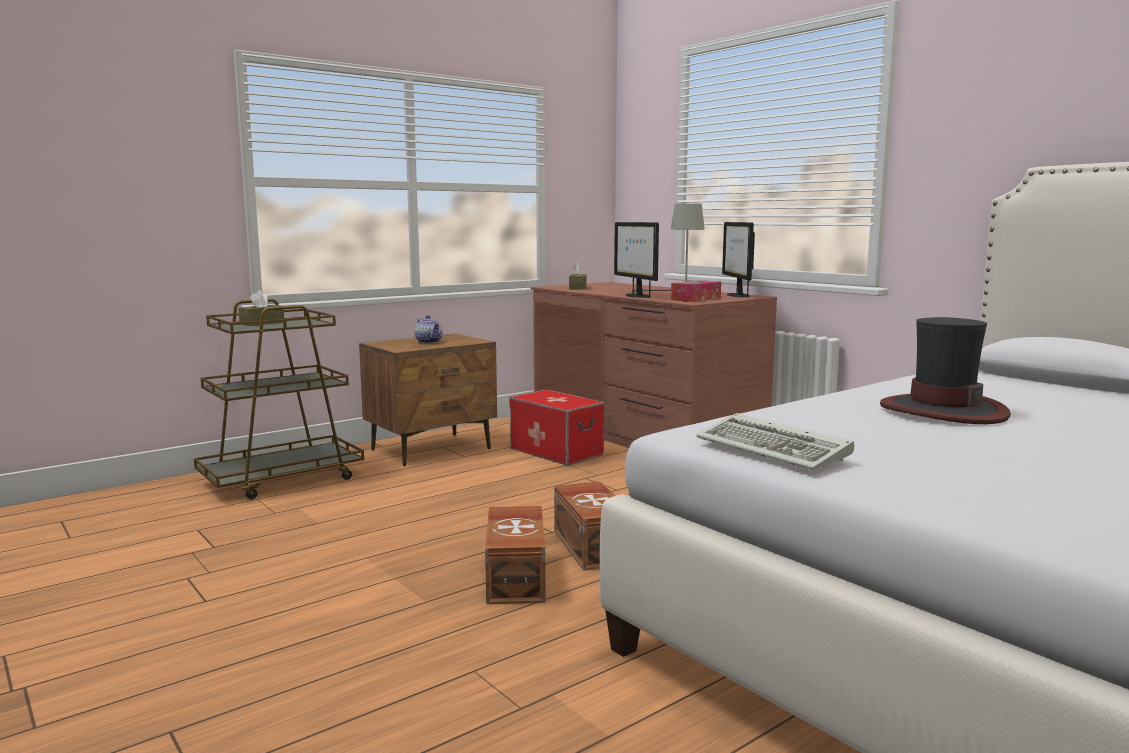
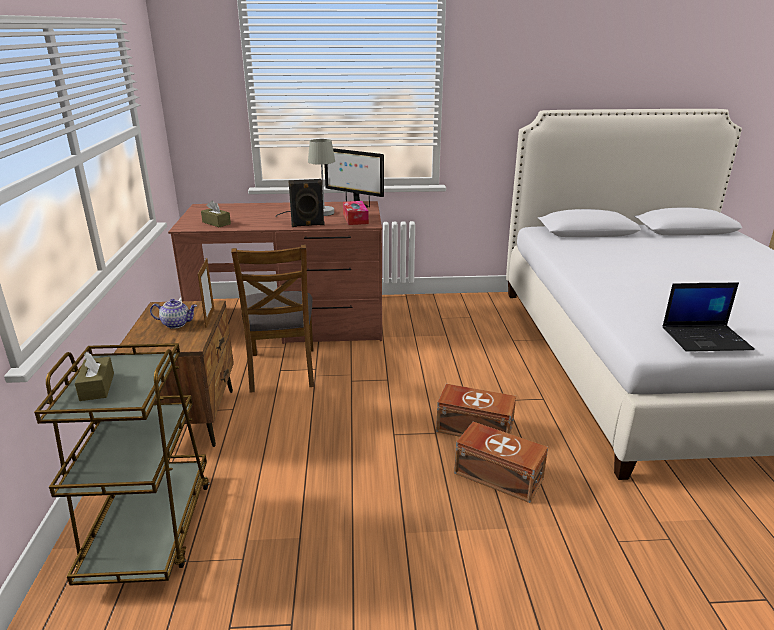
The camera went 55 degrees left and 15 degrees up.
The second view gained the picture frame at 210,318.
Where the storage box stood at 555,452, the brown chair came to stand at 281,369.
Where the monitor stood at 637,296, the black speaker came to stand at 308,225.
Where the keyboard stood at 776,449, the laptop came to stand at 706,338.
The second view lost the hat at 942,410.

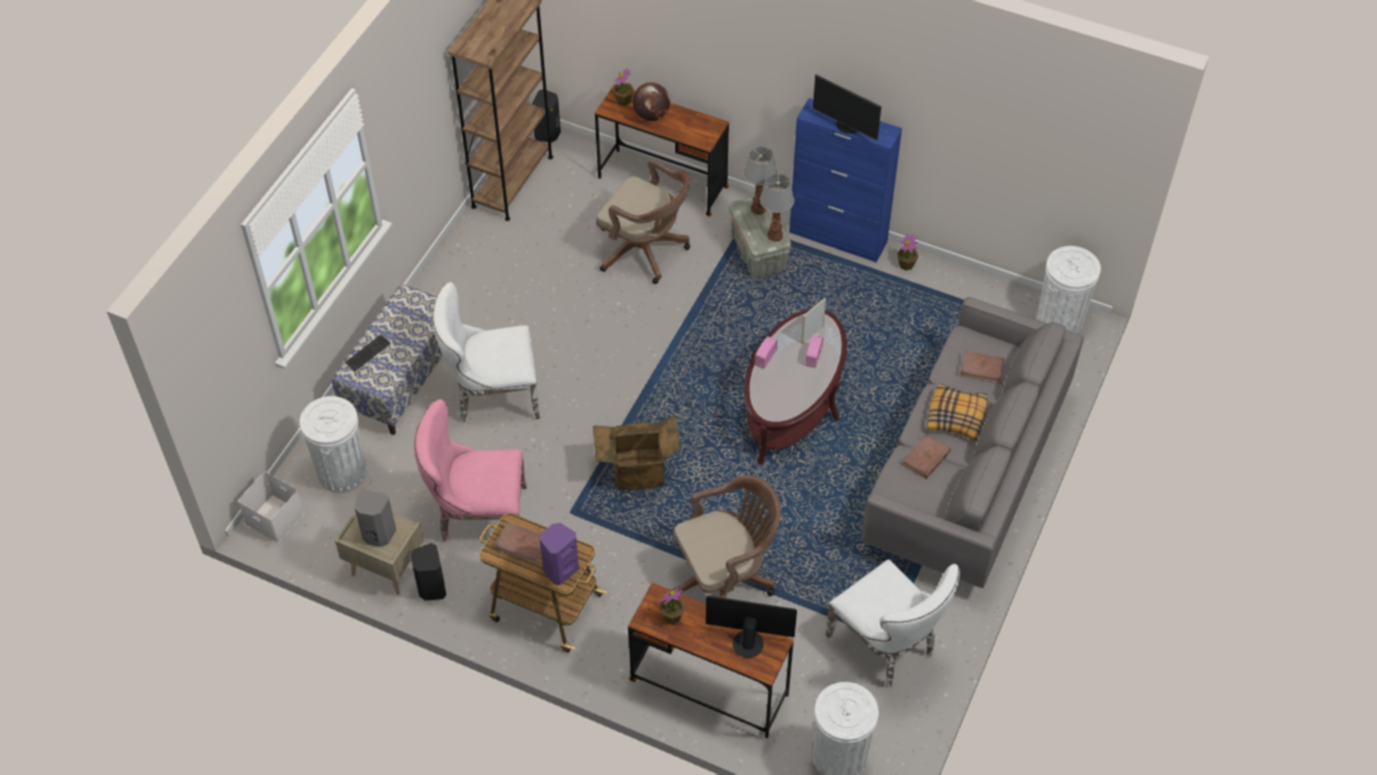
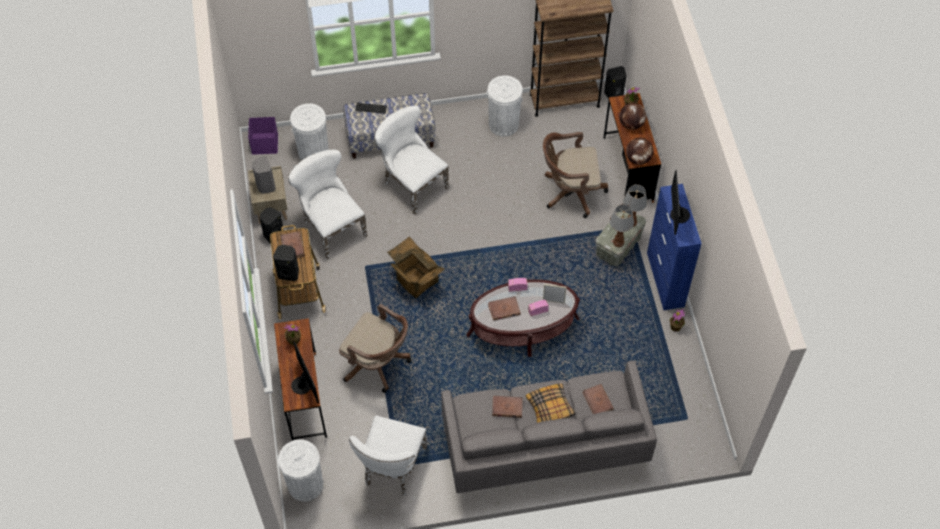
The camera went 55 degrees right and 5 degrees up.
What was the white storage box at 273,519 turned into the purple storage box at 264,143.
What was the purple speaker at 560,569 turned into the black speaker at 289,273.
What was the pink chair at 477,517 turned into the white chair at 331,227.
The white trash can ended up elsewhere, having gone from 1059,321 to 503,124.
The second view gained the brown book at 504,309.
The brown office chair at 645,251 ended up facing another way, 90 degrees clockwise from before.
The second view gained the globe at 638,159.

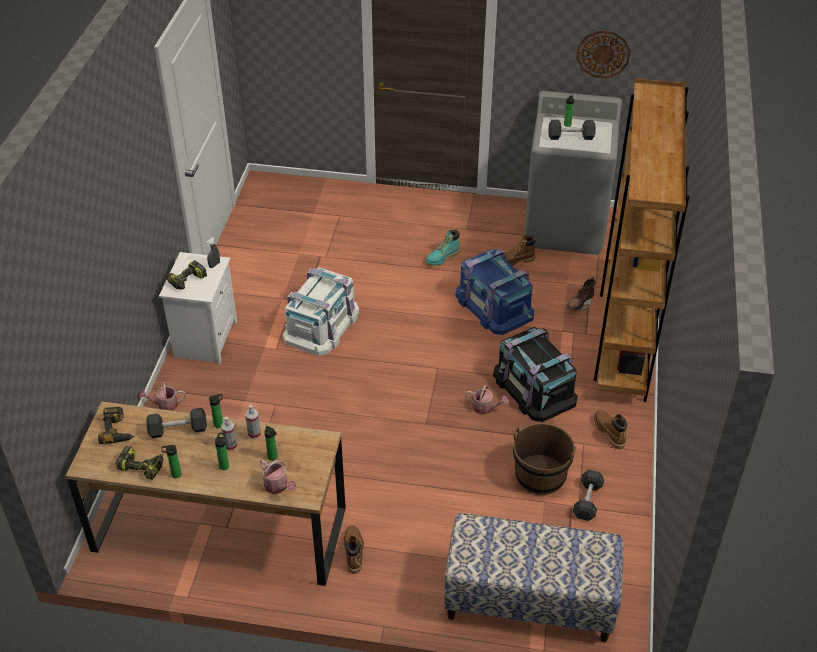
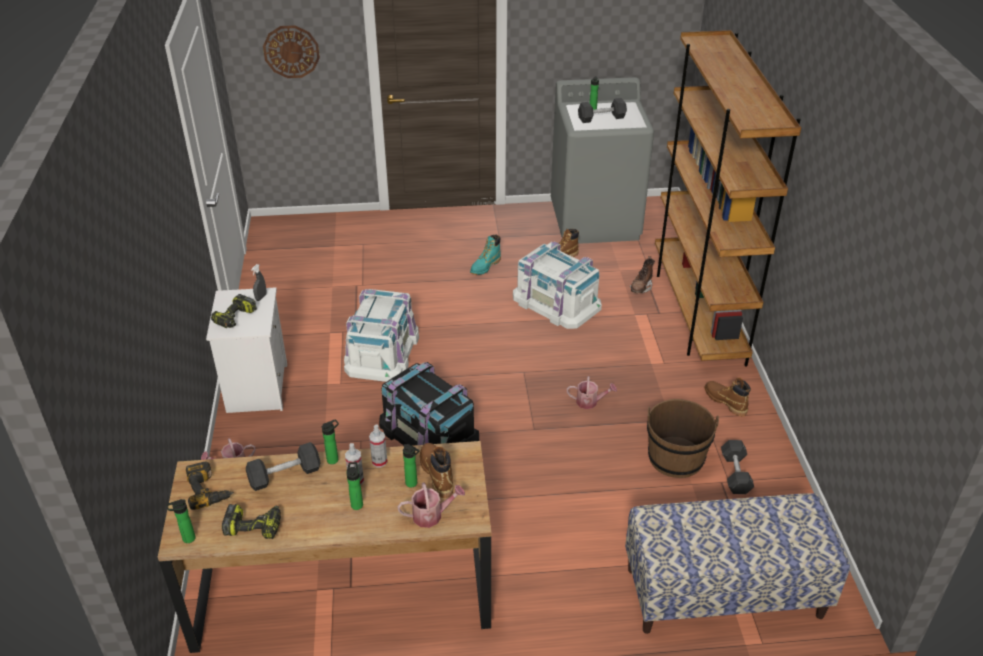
The camera went 15 degrees left and 5 degrees down.
The bottle ended up elsewhere, having gone from 174,474 to 187,539.
The wall clock ended up elsewhere, having gone from 603,54 to 291,51.
The black storage box ended up elsewhere, having gone from 534,387 to 428,432.
The watering can at 278,487 ended up facing another way, 45 degrees counterclockwise from before.
The brown boot ended up elsewhere, having gone from 353,551 to 437,474.
What was the blue storage box at 494,305 turned into the white storage box at 557,302.

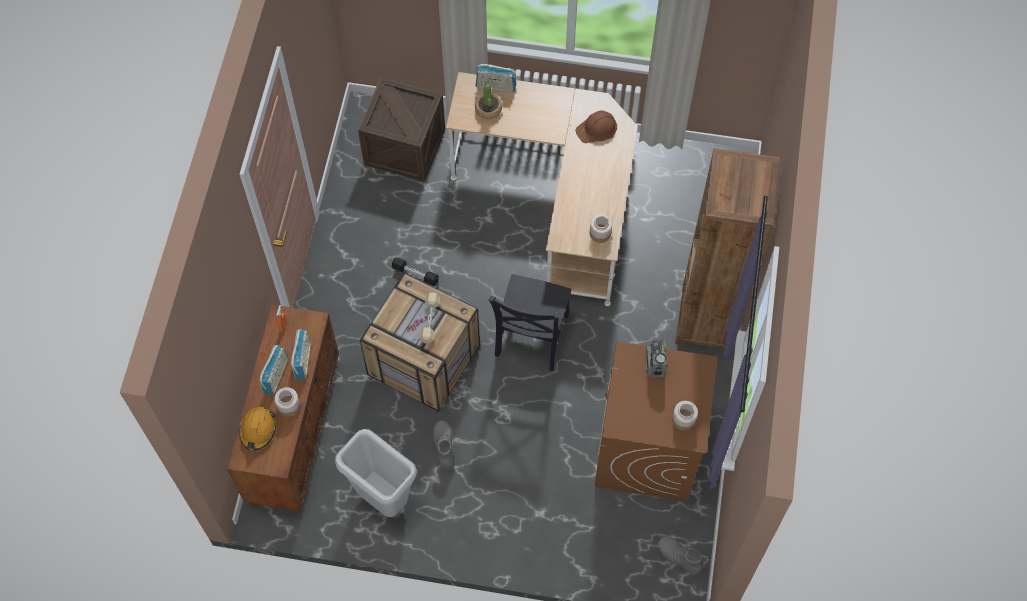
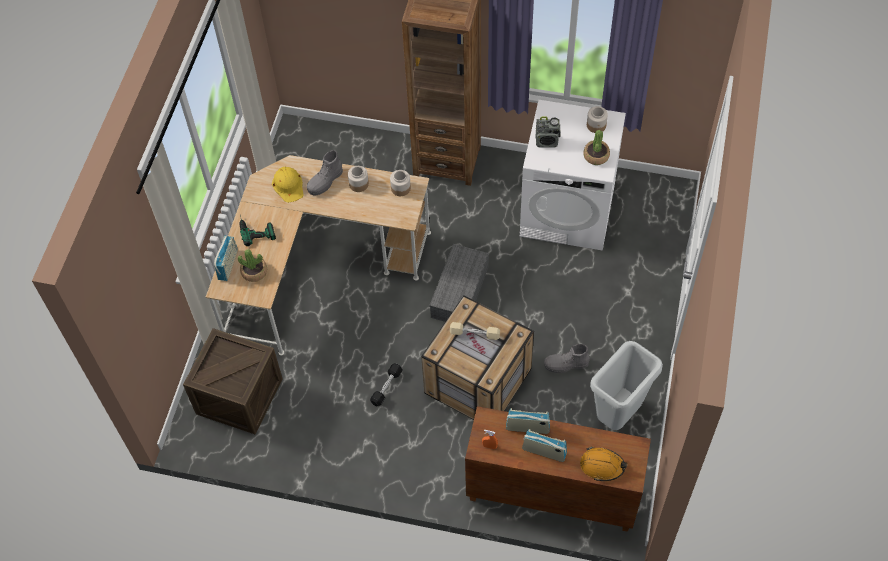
The camera went 85 degrees left and 5 degrees down.
The second view gained the power drill at 256,228.
What was the brown hard hat at 597,128 turned into the yellow hard hat at 288,185.
The grey boot ended up elsewhere, having gone from 679,557 to 325,181.
The jar ended up elsewhere, having gone from 288,405 to 358,184.
Where the black chair stood at 530,338, the grey storage box came to stand at 460,293.
What was the brown washing machine at 647,449 turned into the white washing machine at 568,211.
The second view gained the potted plant at 596,156.

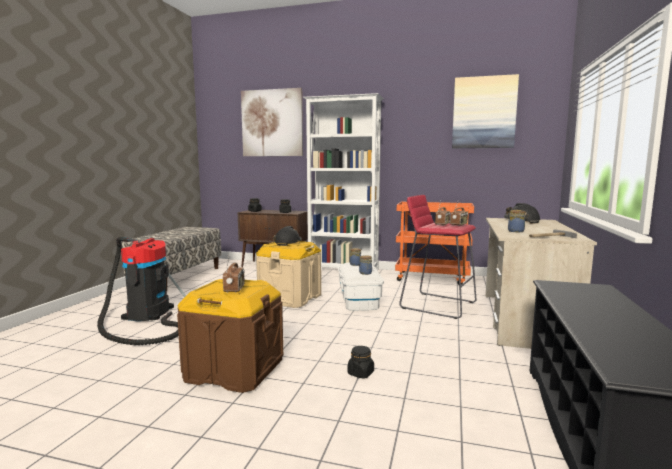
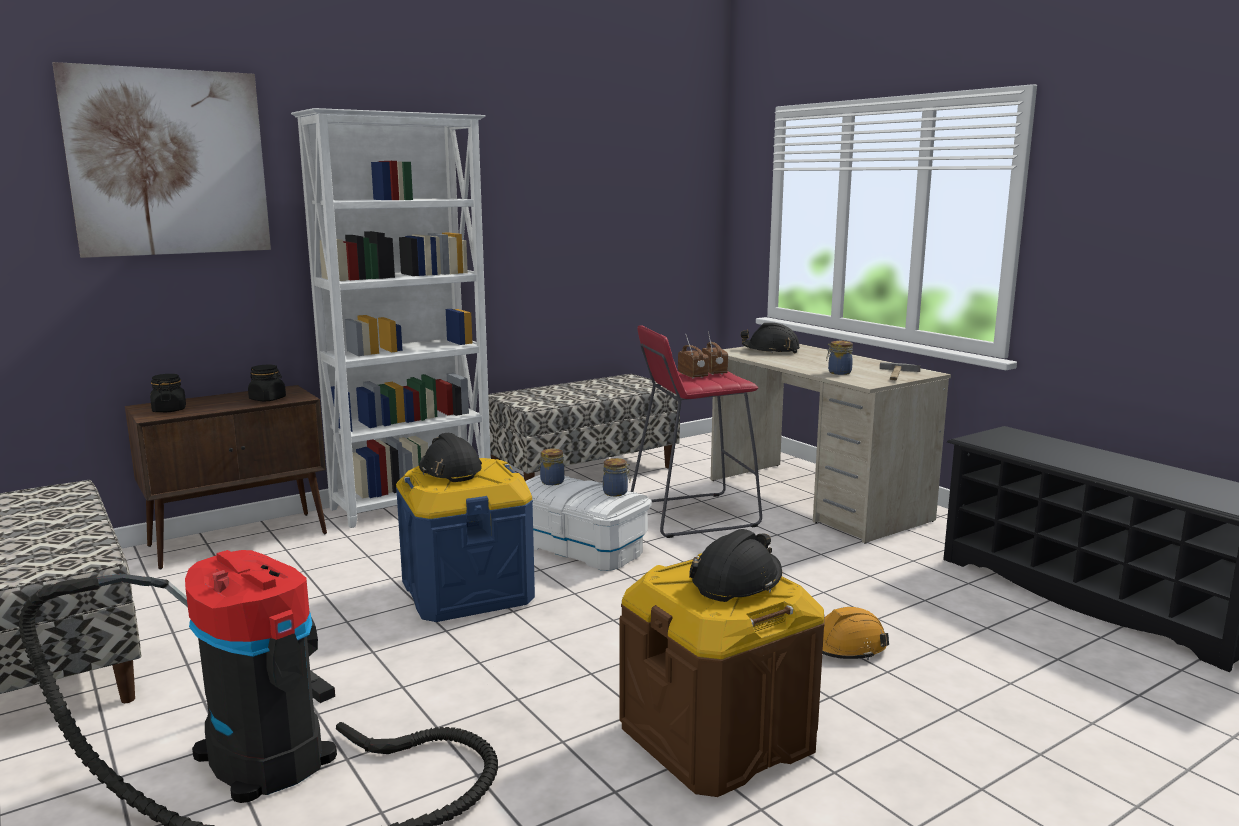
The camera went 50 degrees left and 5 degrees up.
What was the beige storage box at 289,298 turned into the blue storage box at 467,592.
Where the orange cart stood at 432,278, the bench came to stand at 584,472.
Where the radio stood at 234,289, the black hard hat came to stand at 737,582.
Where the black jar stood at 360,373, the orange hard hat came to stand at 845,648.
The second view lost the picture at 484,112.

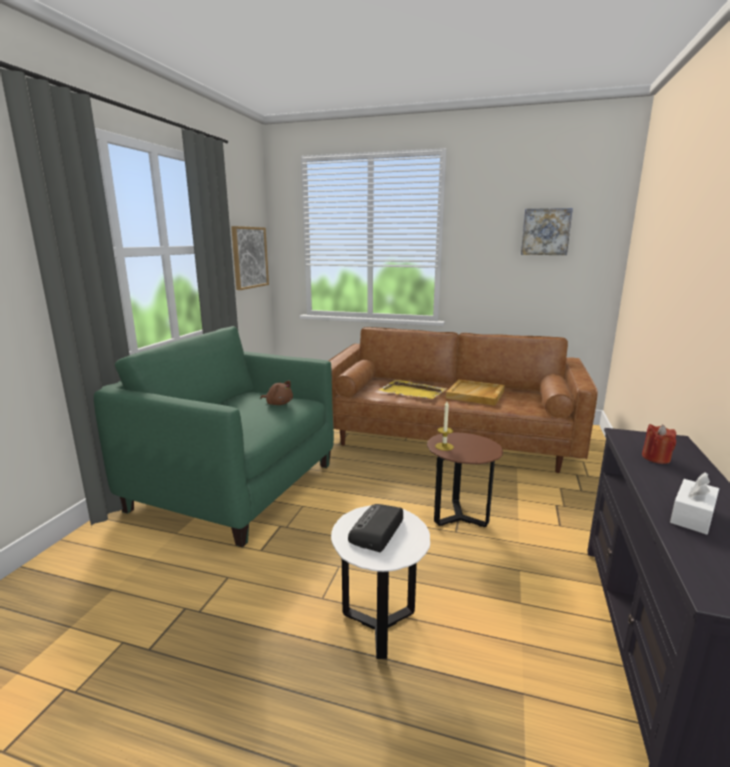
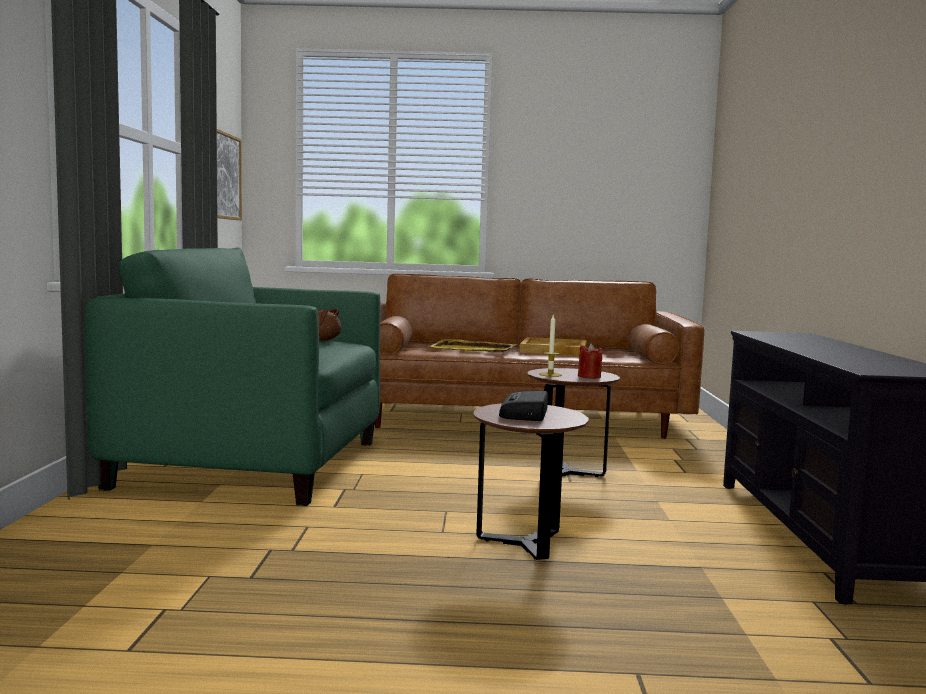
The camera went 15 degrees left and 10 degrees down.
What was the white side table at 379,627 turned into the brown side table at 525,544.
The red candle ended up elsewhere, having gone from 656,458 to 589,376.
The second view lost the picture at 545,232.
The second view lost the white tissue box at 692,516.

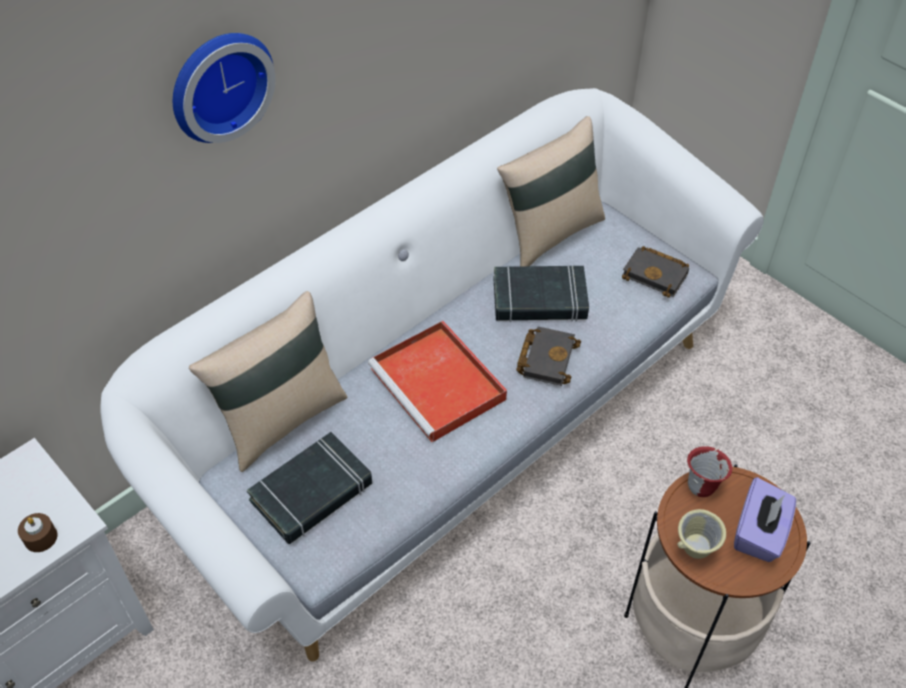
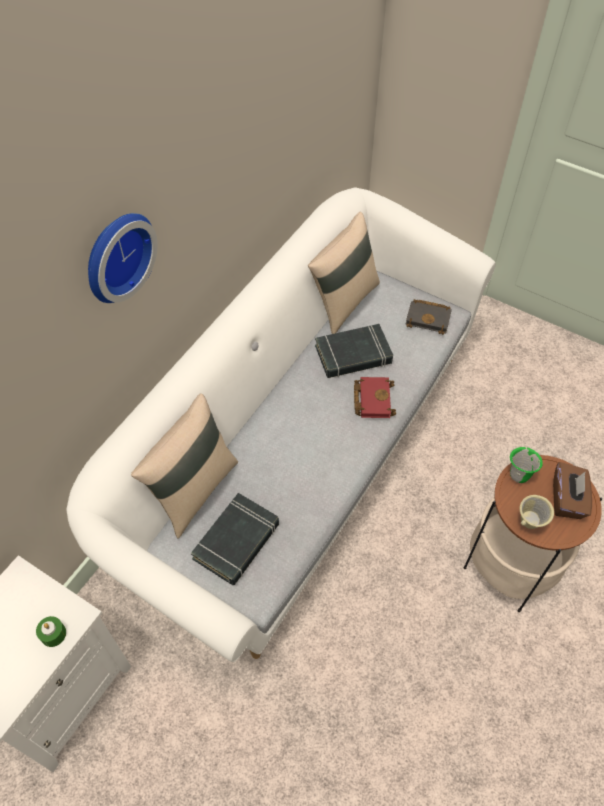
The camera went 15 degrees left and 5 degrees up.
What was the brown candle at 41,538 turned into the green candle at 53,634.
What was the black book at 546,358 turned into the red book at 372,399.
What was the red mug at 702,486 turned into the green mug at 519,474.
What was the purple tissue box at 759,533 turned into the brown tissue box at 567,499.
The second view lost the red tray at 440,385.

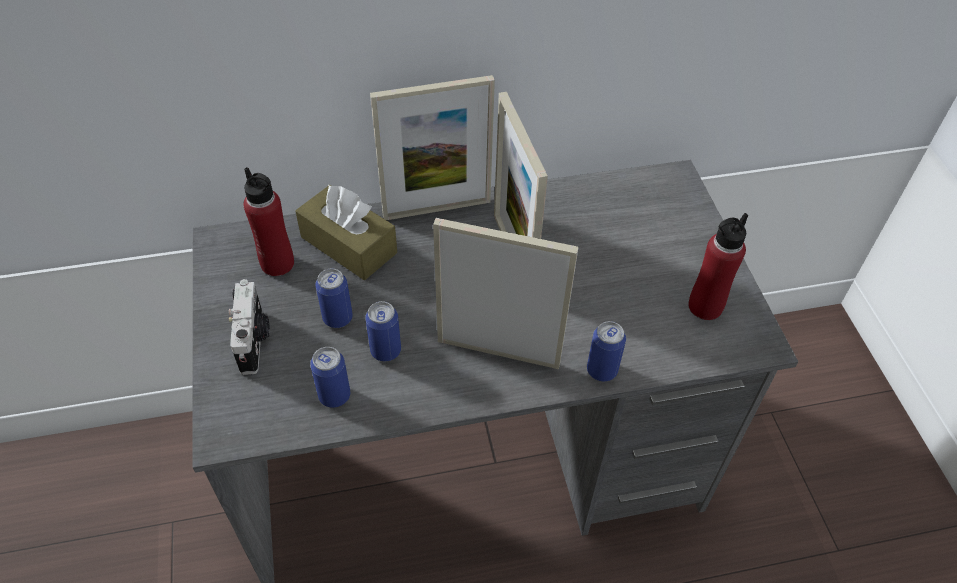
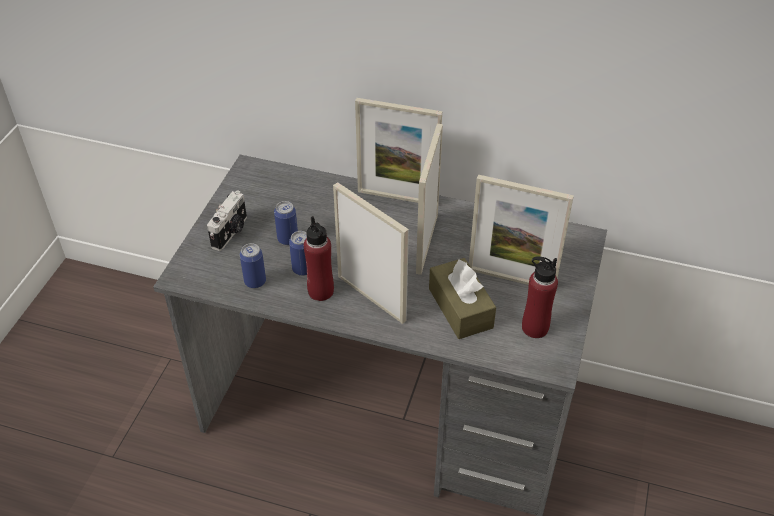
The camera went 30 degrees right and 5 degrees down.
The red bottle ended up elsewhere, having gone from 277,263 to 320,291.
The brown tissue box ended up elsewhere, having gone from 349,245 to 460,308.
The second view gained the picture frame at 511,278.
The second view lost the can at 602,370.

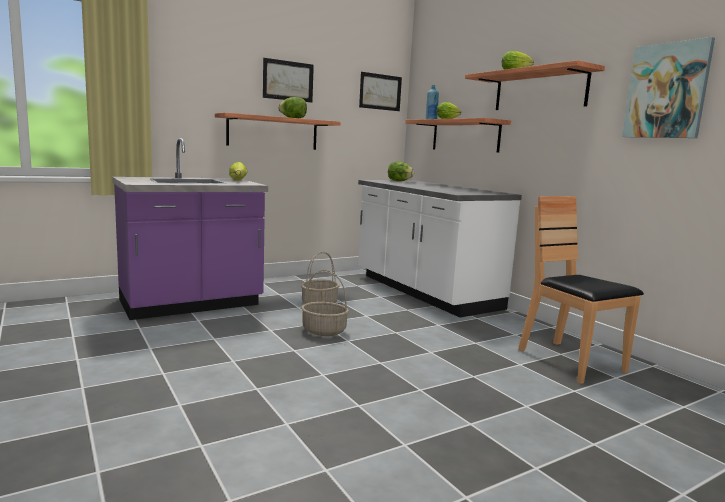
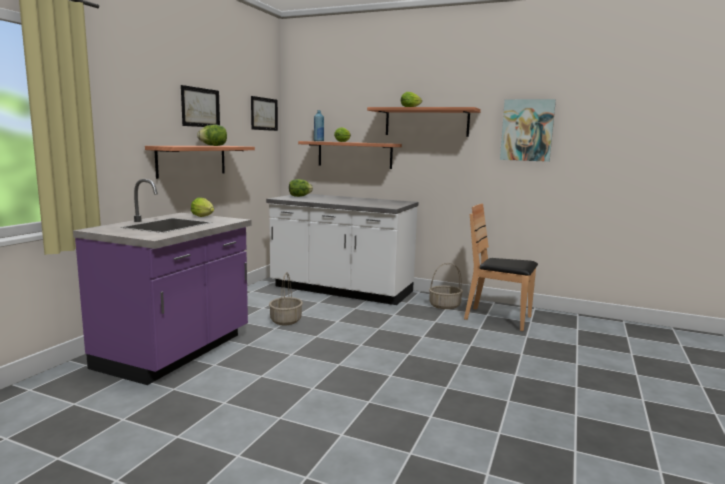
The camera went 35 degrees left and 0 degrees up.
The basket ended up elsewhere, having gone from 324,330 to 445,305.

